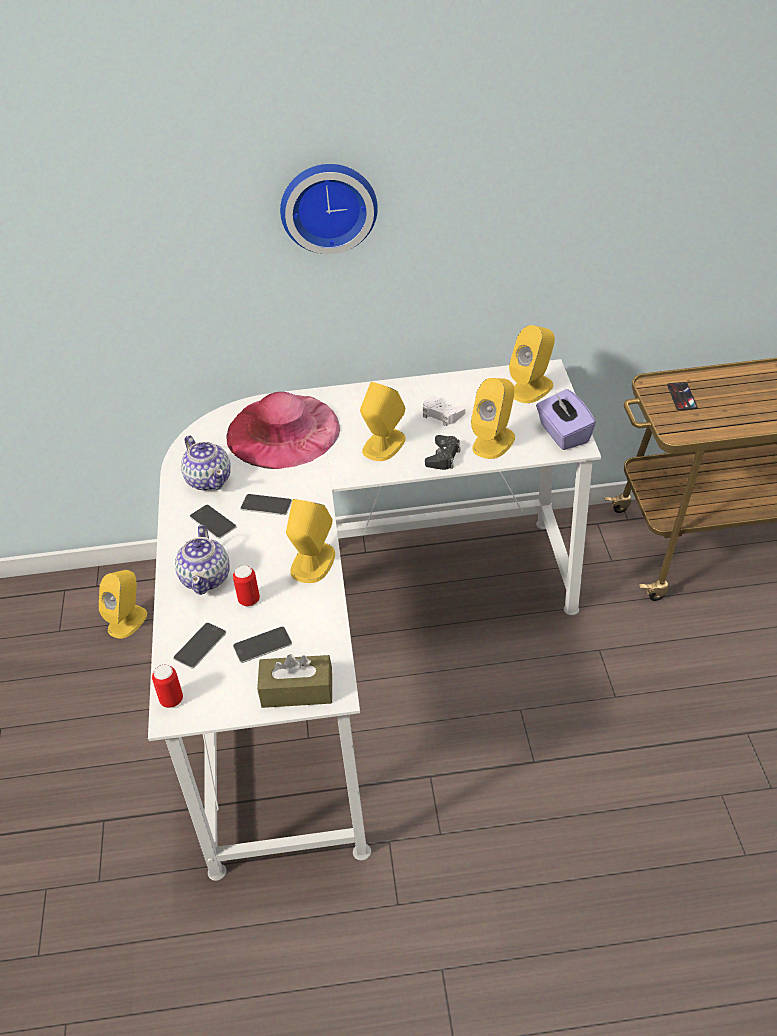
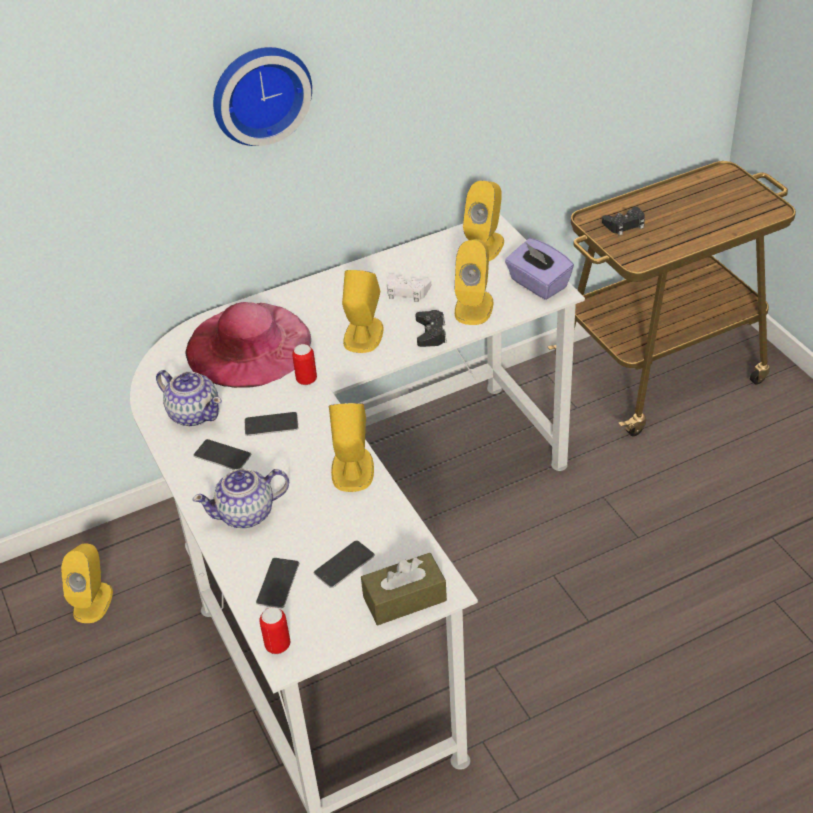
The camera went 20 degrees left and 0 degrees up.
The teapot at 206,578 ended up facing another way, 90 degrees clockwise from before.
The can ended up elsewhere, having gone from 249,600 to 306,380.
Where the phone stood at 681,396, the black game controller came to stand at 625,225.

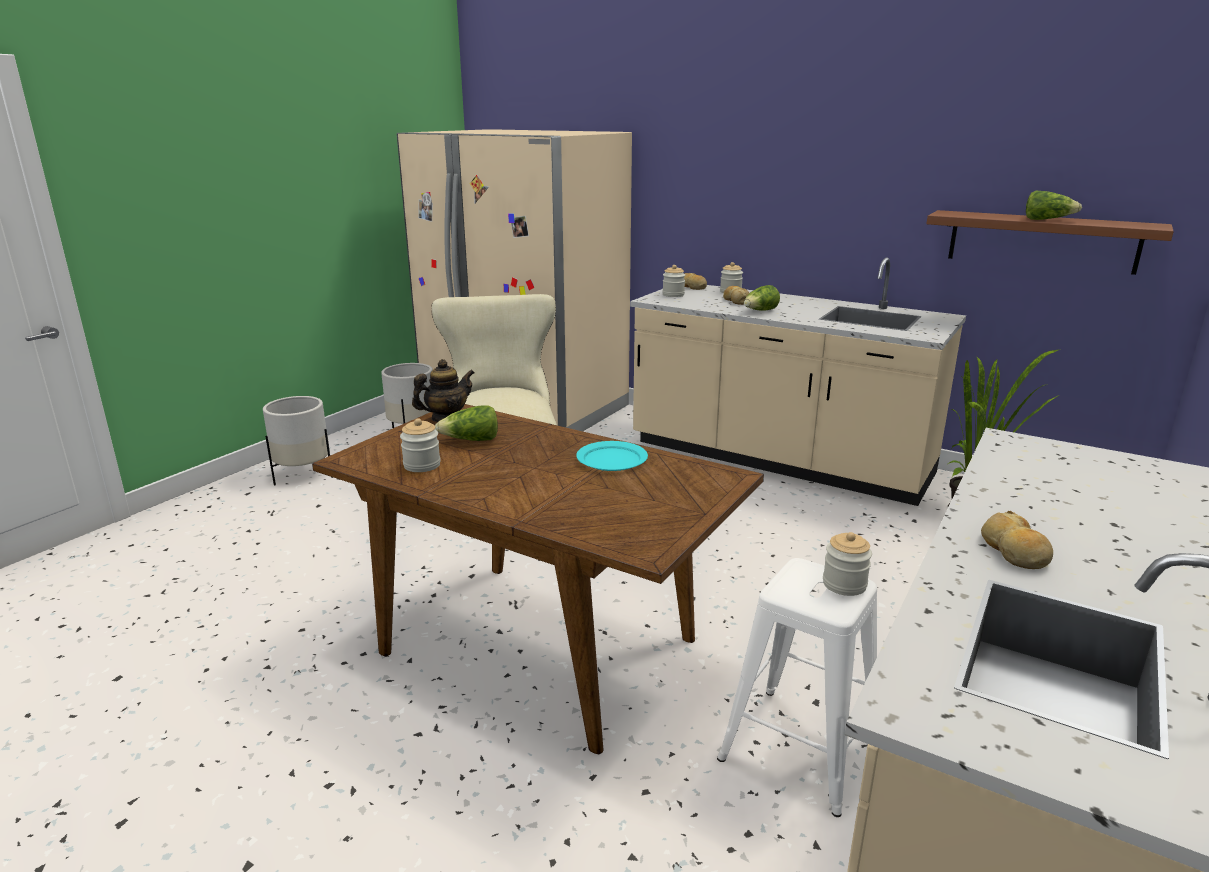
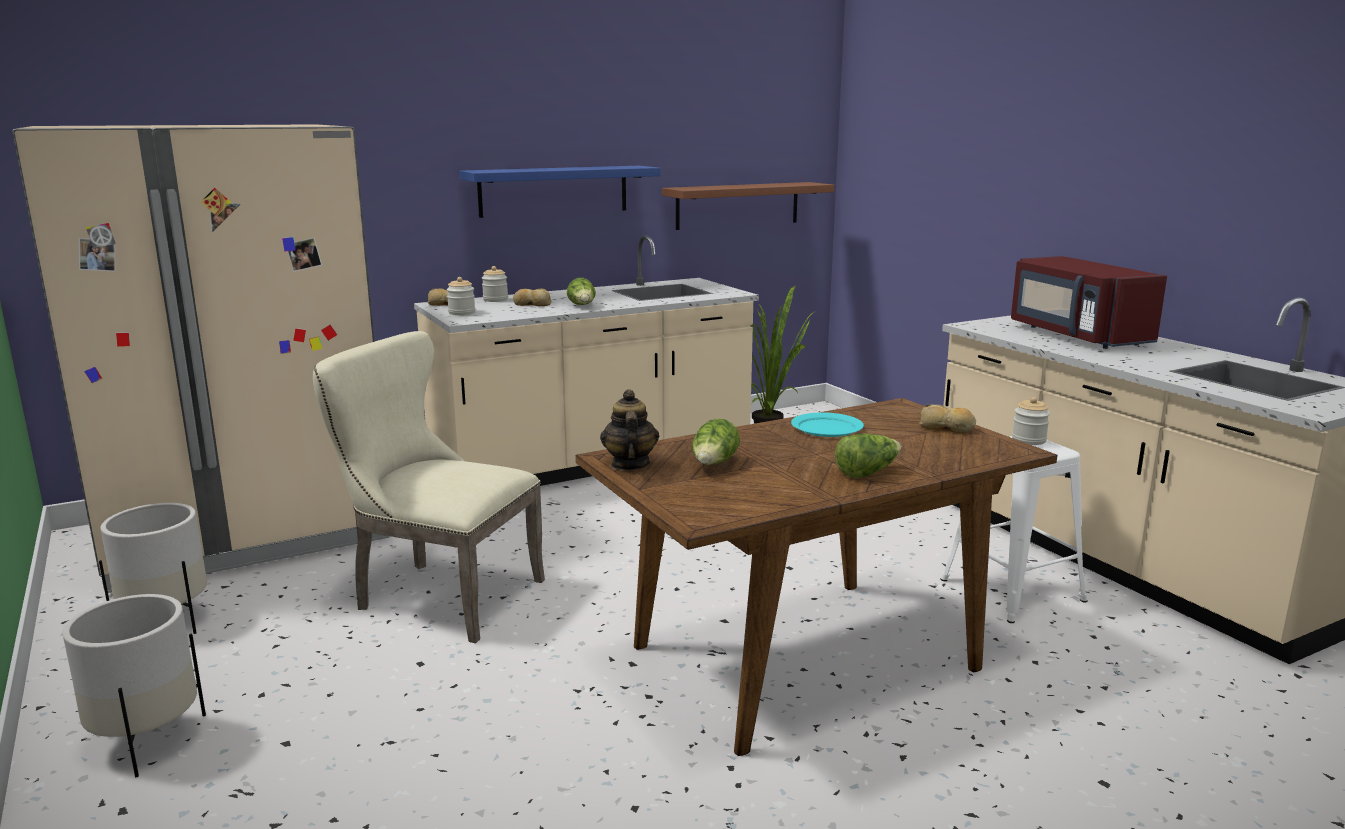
The camera went 60 degrees left and 5 degrees down.
The second view gained the blue shelf at 554,191.
The lettuce ended up elsewhere, having gone from 1047,220 to 867,472.
The bread ended up elsewhere, having gone from 1014,552 to 947,428.
The second view gained the red microwave at 1076,335.
The second view lost the jar at 422,465.

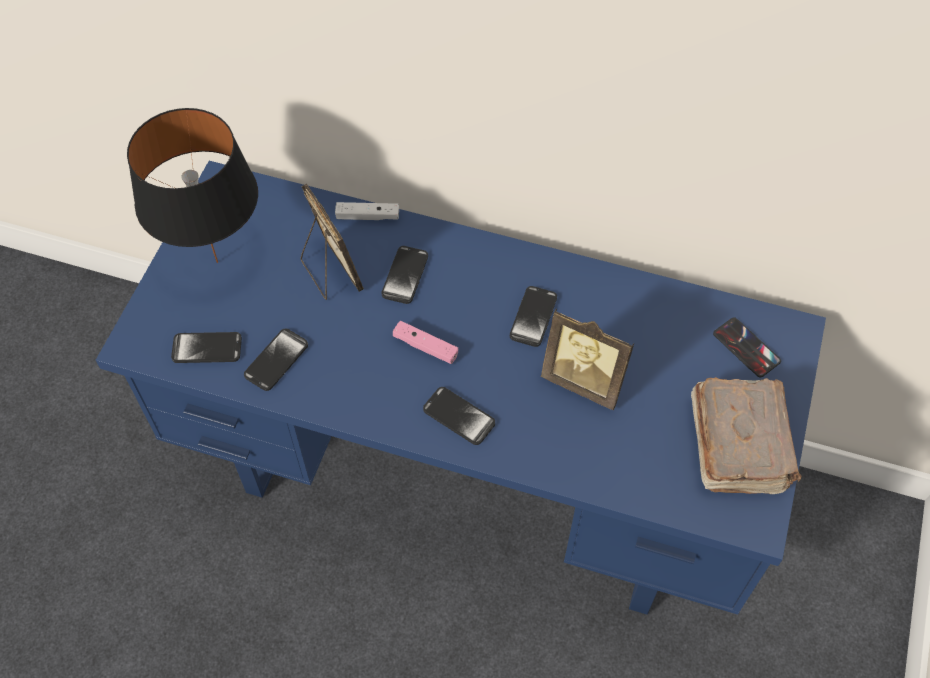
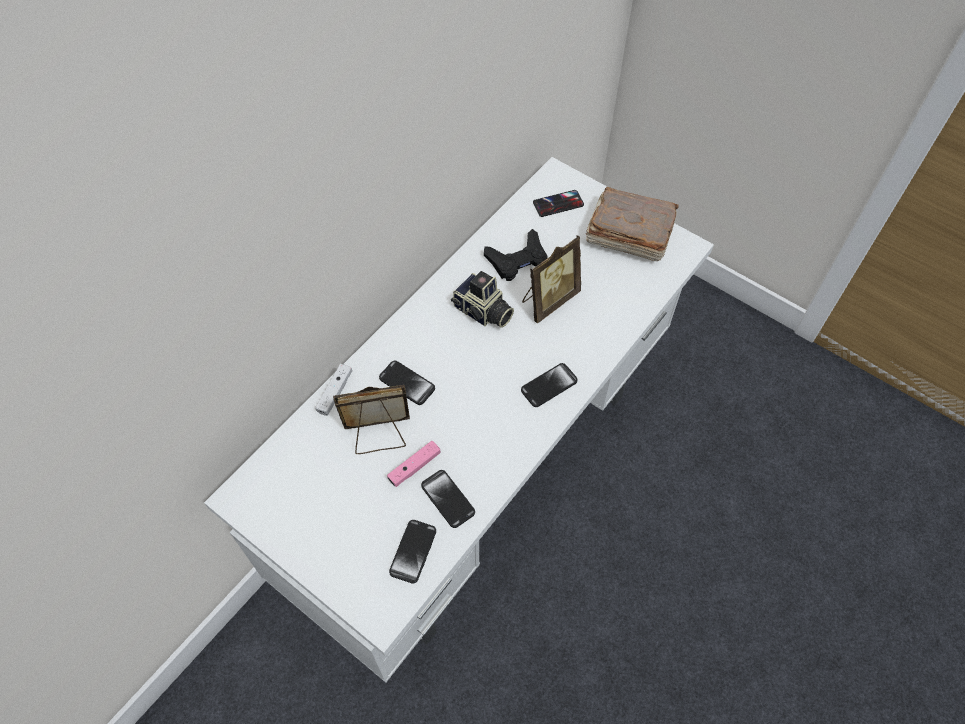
The camera went 70 degrees left and 0 degrees up.
What was the blue desk at 467,480 turned into the white desk at 481,473.
The pink game controller ended up elsewhere, having gone from 425,347 to 414,467.
Where the phone stood at 533,317, the photo camera came to stand at 482,312.
The second view gained the black game controller at 517,260.
The second view lost the black table lamp at 218,261.

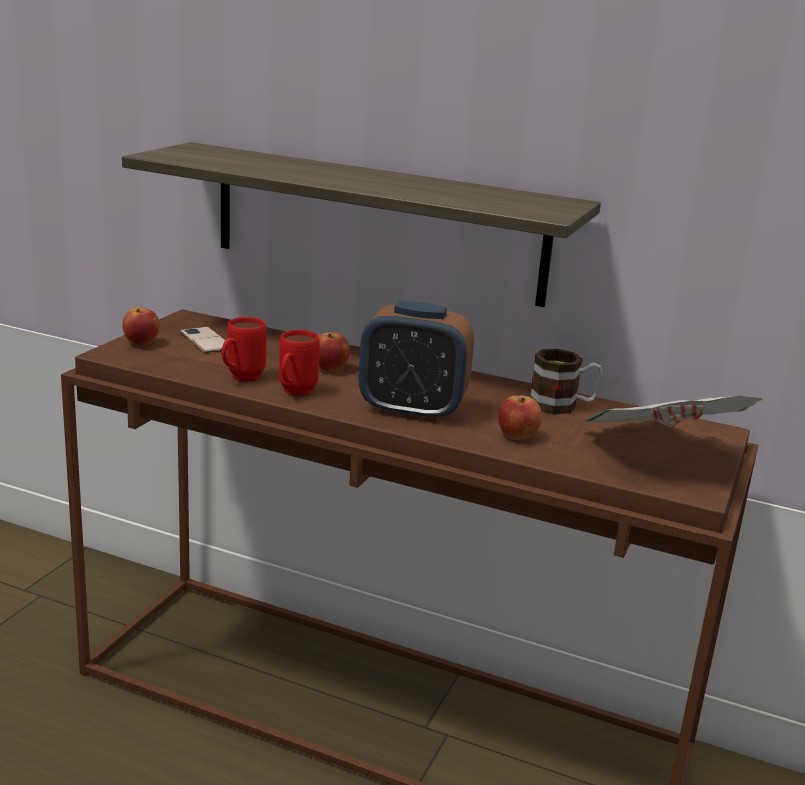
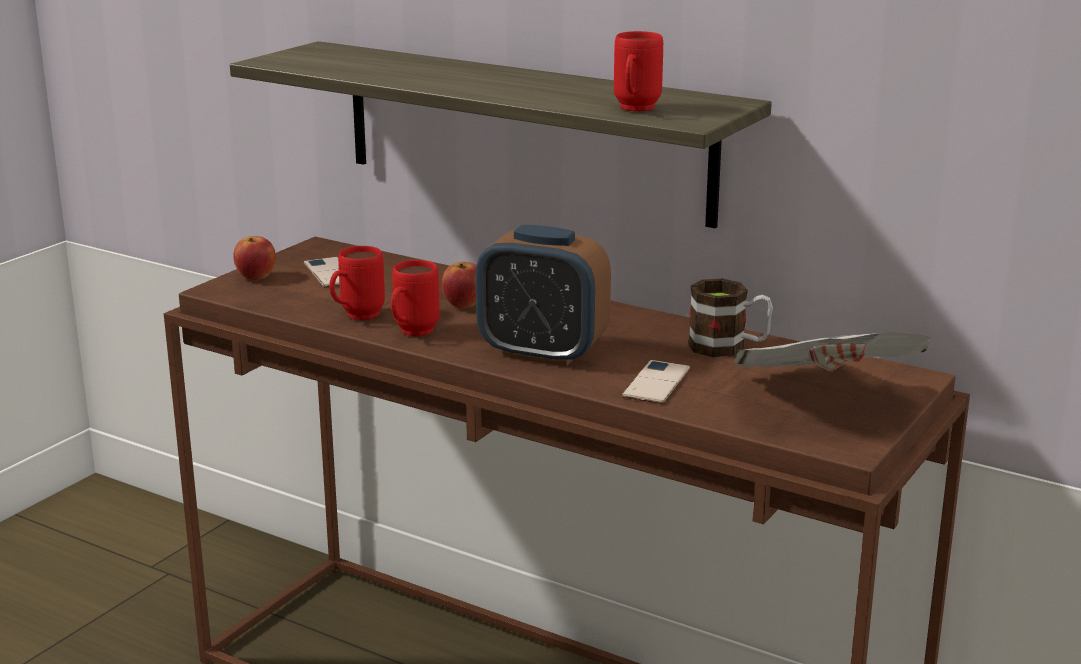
The camera went 10 degrees right and 0 degrees up.
The second view gained the red mug at 634,110.
Where the apple stood at 517,436, the phone came to stand at 656,383.

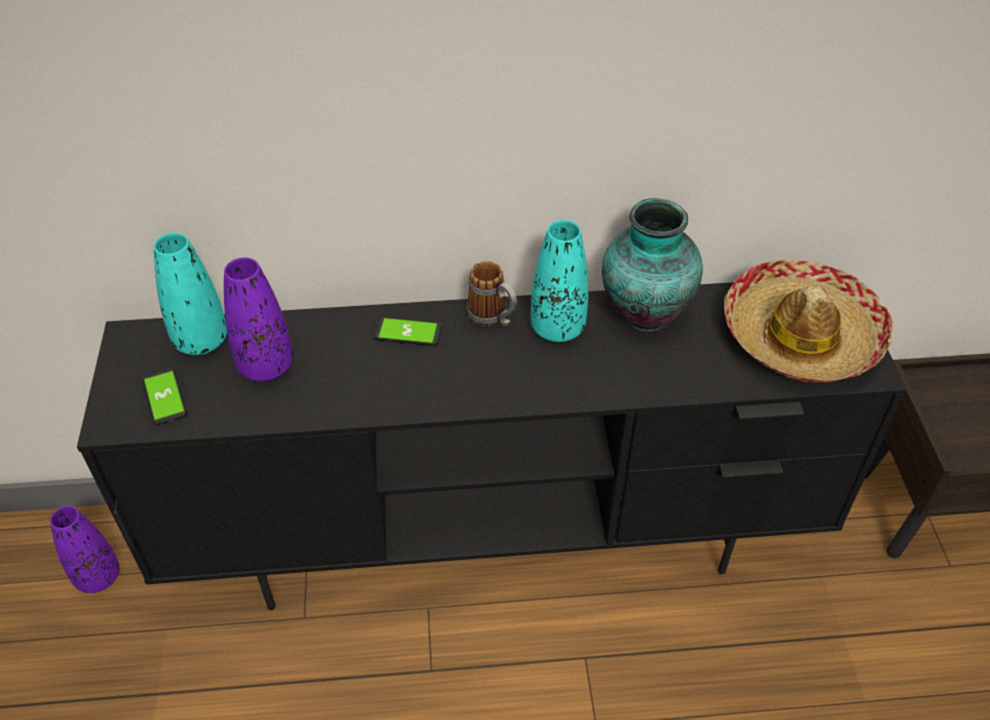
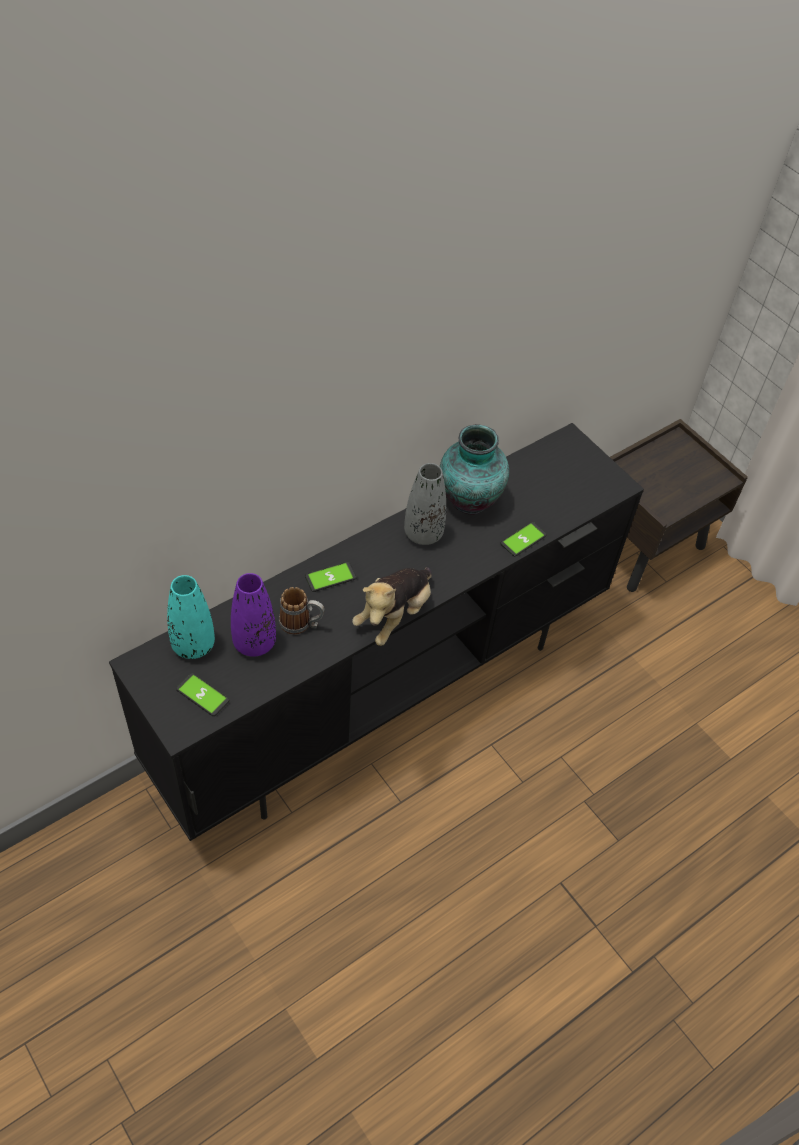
The camera went 35 degrees left and 5 degrees up.
The mug ended up elsewhere, having gone from 493,318 to 301,624.
The second view gained the plush toy at 394,615.
What was the turquoise vase at 557,328 turned into the grey vase at 423,533.
The second view gained the phone at 523,539.
The second view lost the purple vase at 98,577.
The second view lost the hat at 801,335.

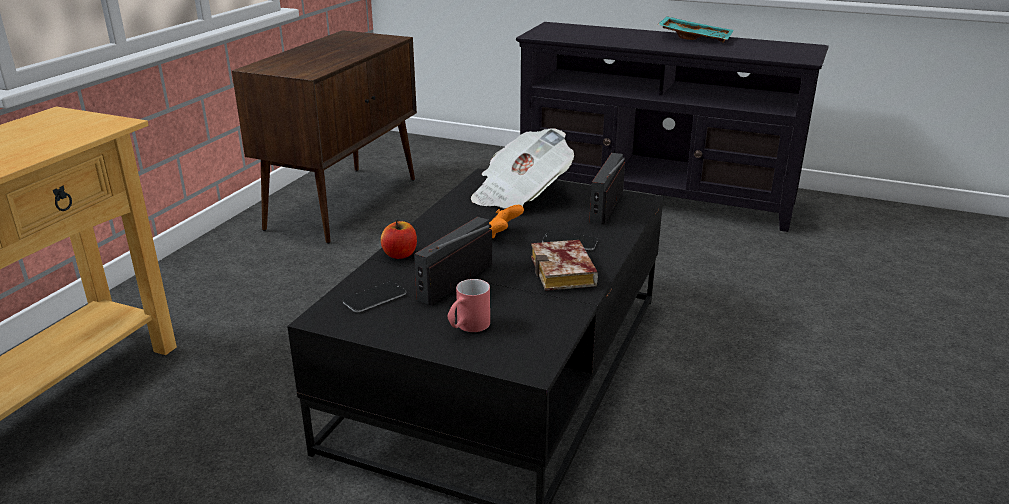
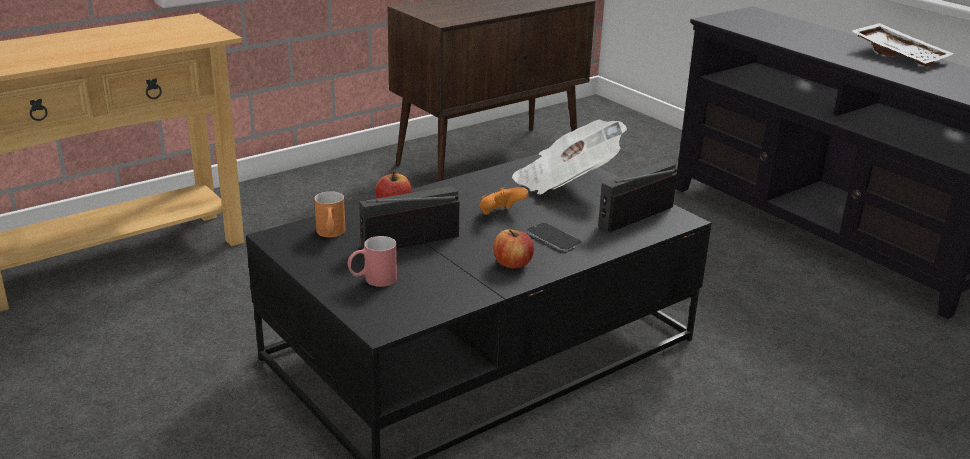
The camera went 30 degrees right and 0 degrees up.
Where the phone stood at 375,298, the orange mug came to stand at 331,234.
Where the book stood at 566,273, the apple came to stand at 512,264.
What was the turquoise tray at 695,38 turned into the white tray at 899,55.

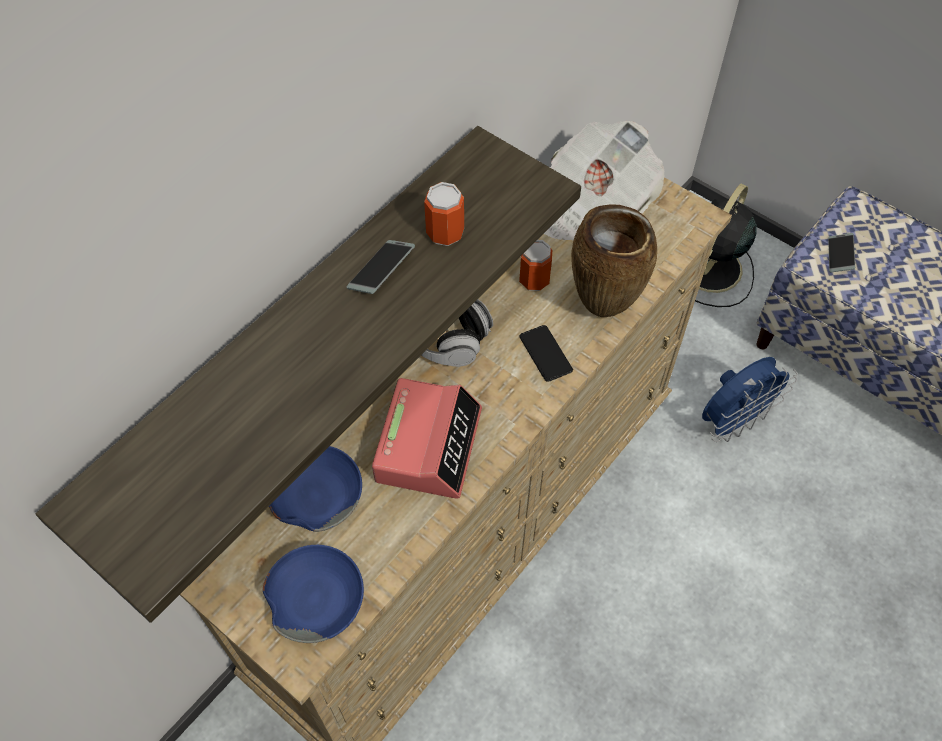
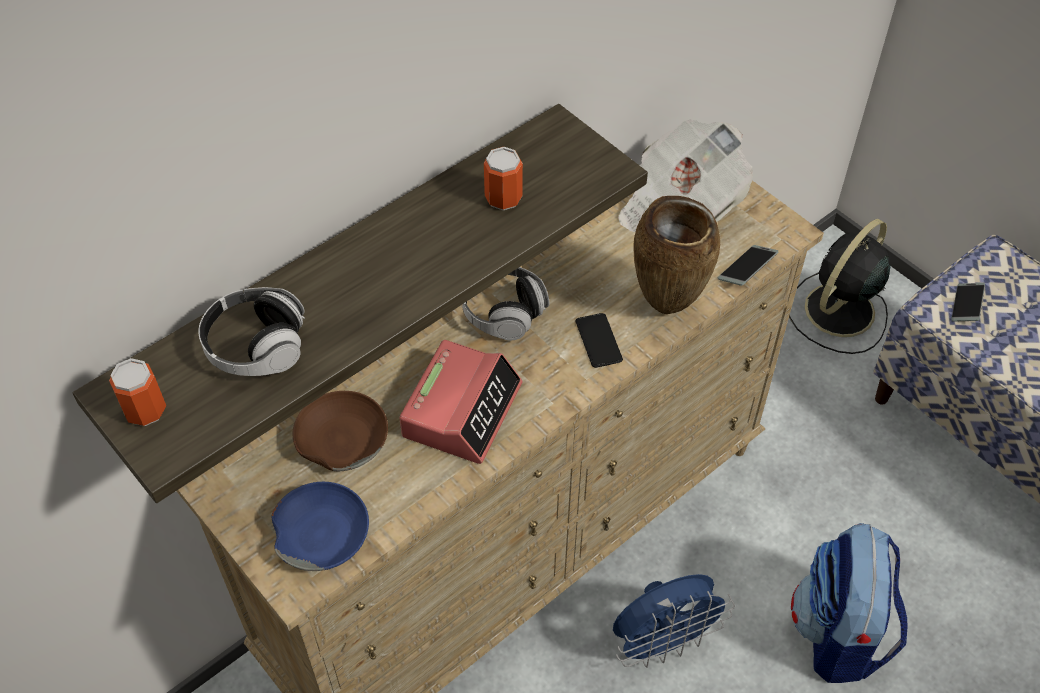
The camera went 10 degrees right and 5 degrees down.
The can ended up elsewhere, having gone from 534,280 to 145,410.
The second view gained the headphones at 256,347.
What was the blue bowl at 315,495 turned into the brown bowl at 341,439.
The blue fan ended up elsewhere, having gone from 733,421 to 663,643.
The phone ended up elsewhere, having gone from 381,271 to 746,269.
The second view gained the backpack at 839,633.

